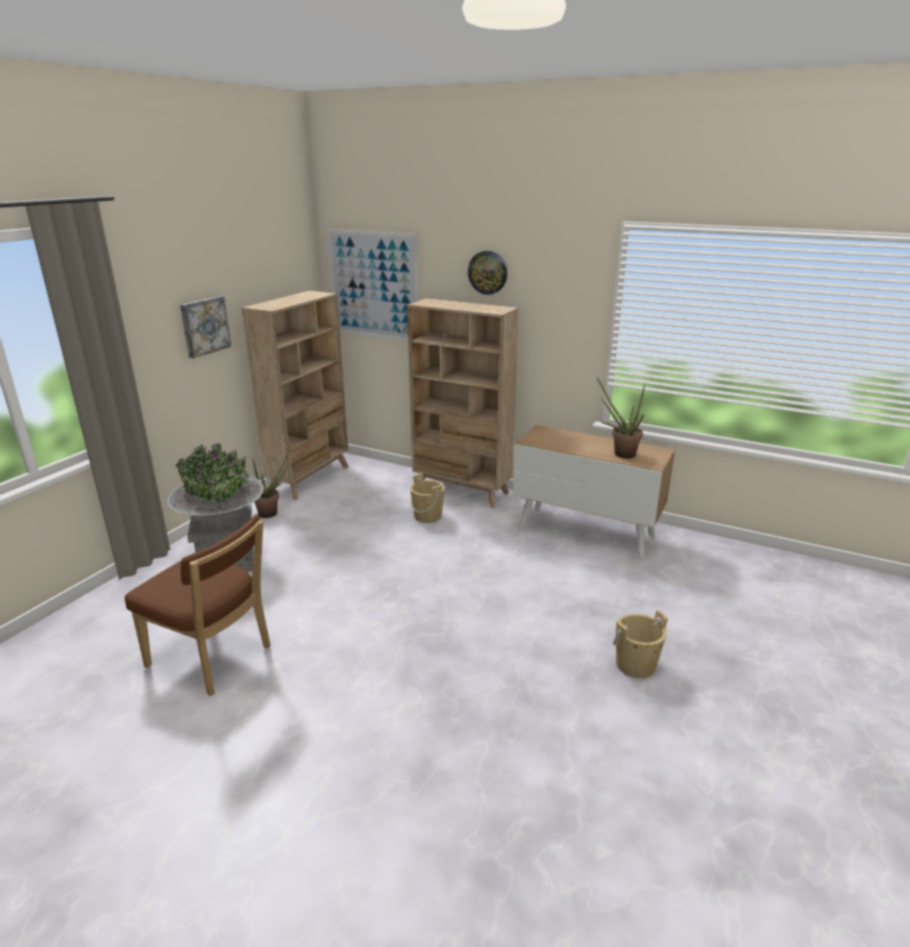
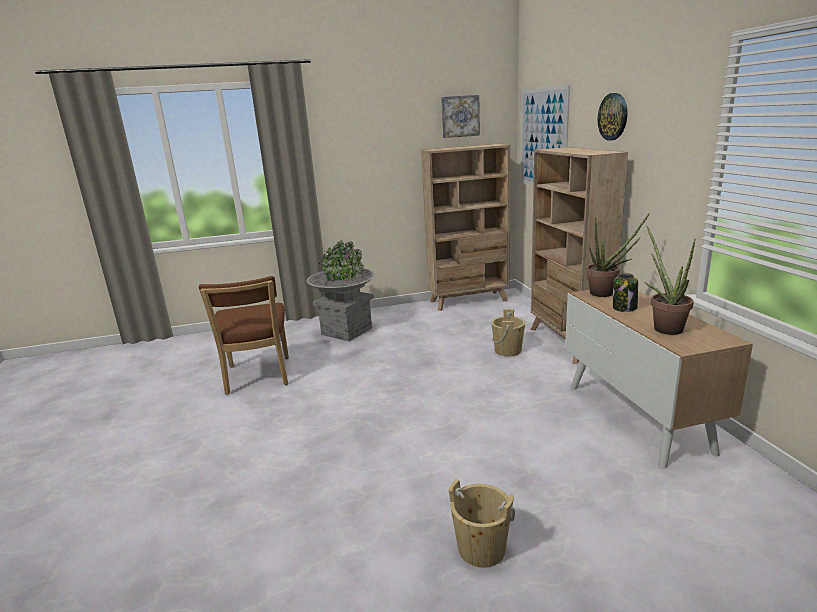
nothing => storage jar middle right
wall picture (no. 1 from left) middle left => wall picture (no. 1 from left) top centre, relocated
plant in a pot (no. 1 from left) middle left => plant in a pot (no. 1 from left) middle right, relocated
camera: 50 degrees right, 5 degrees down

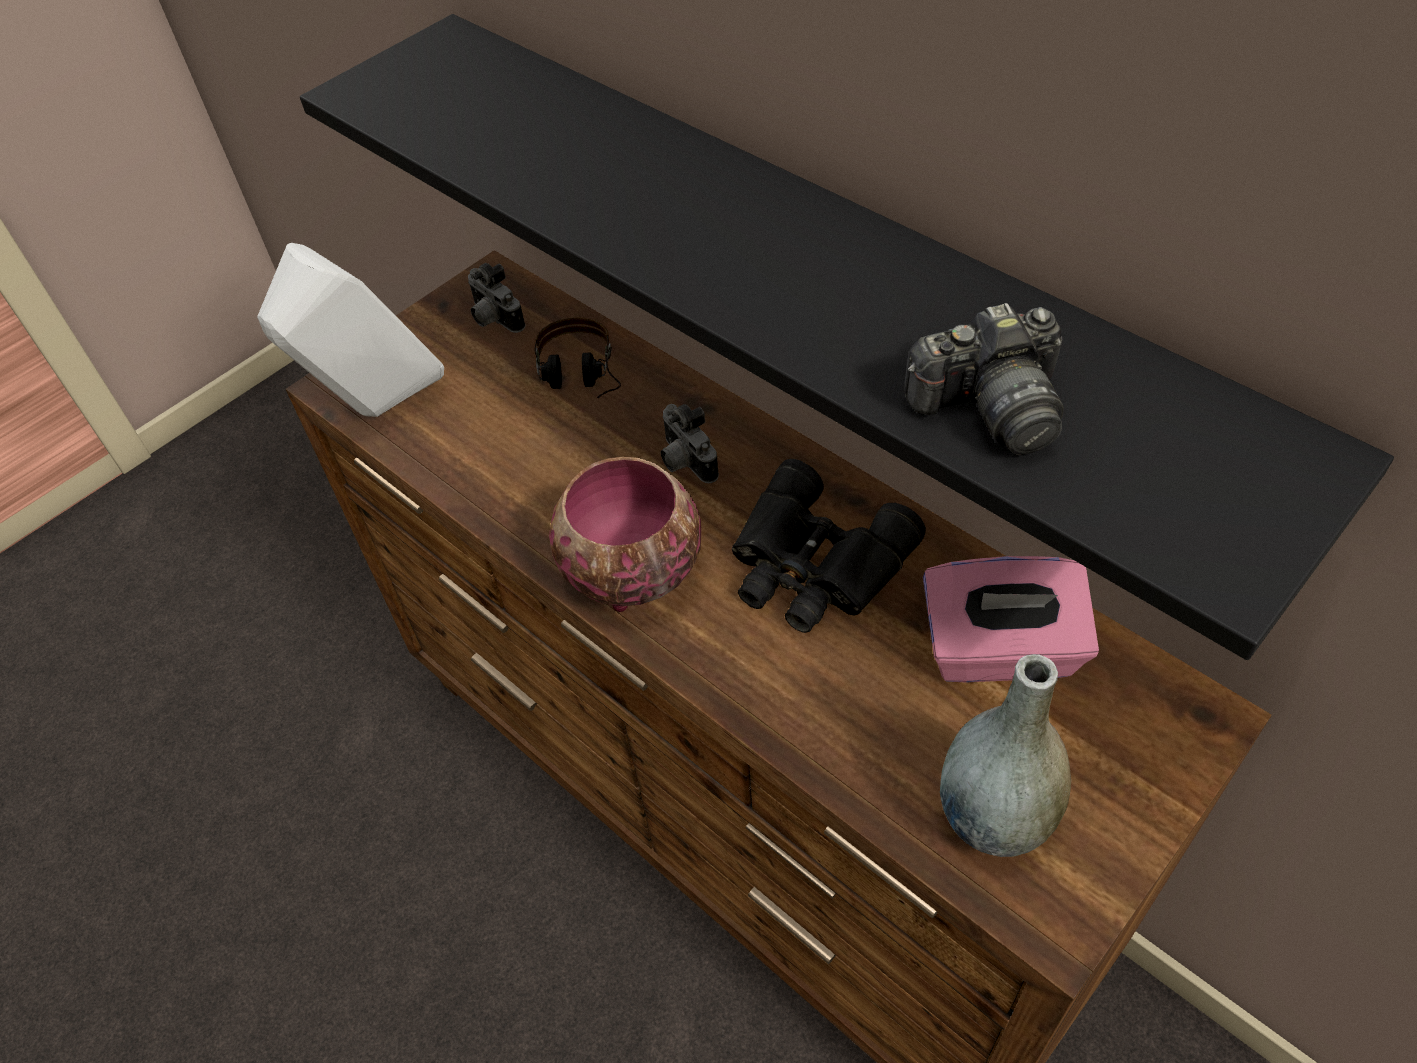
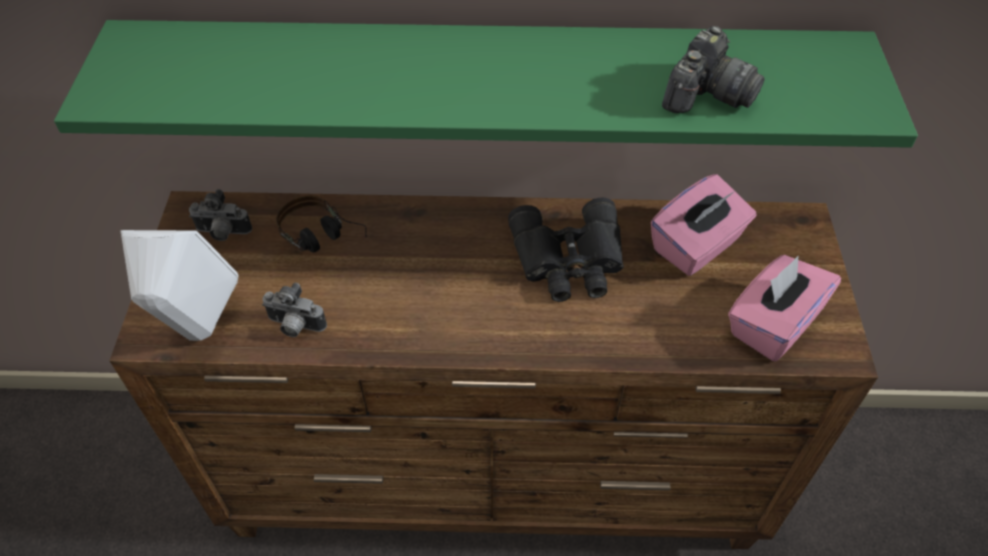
deep dish centre => nothing
still camera (no. 2 from left) centre => still camera (no. 2 from left) middle left, relocated
grey flower vase bottom right => pink tissue box (no. 2 from left) middle right
black bracket shelf top centre => green bracket shelf top centre
camera: 45 degrees left, 0 degrees up

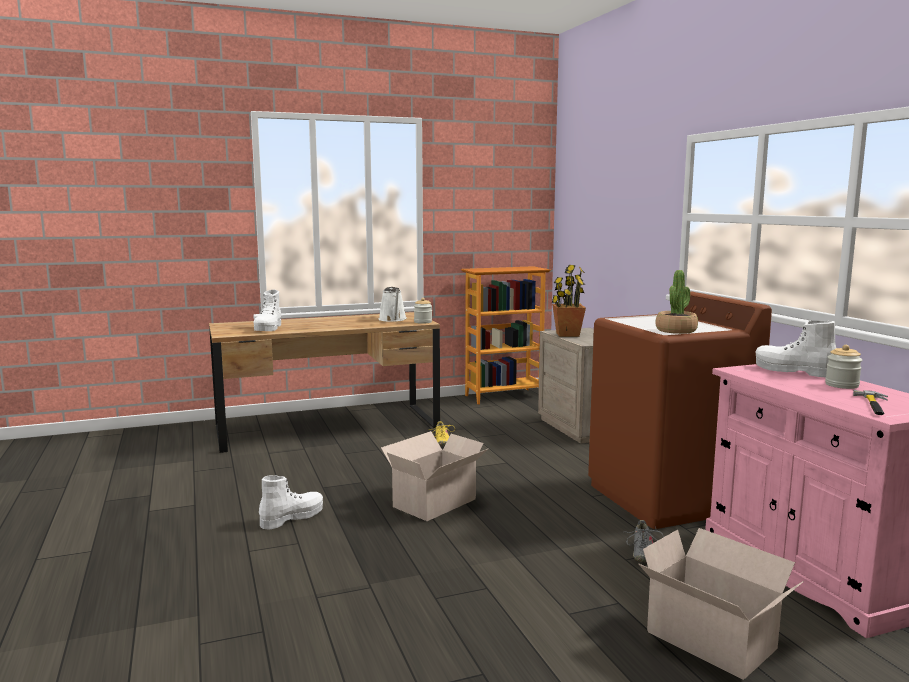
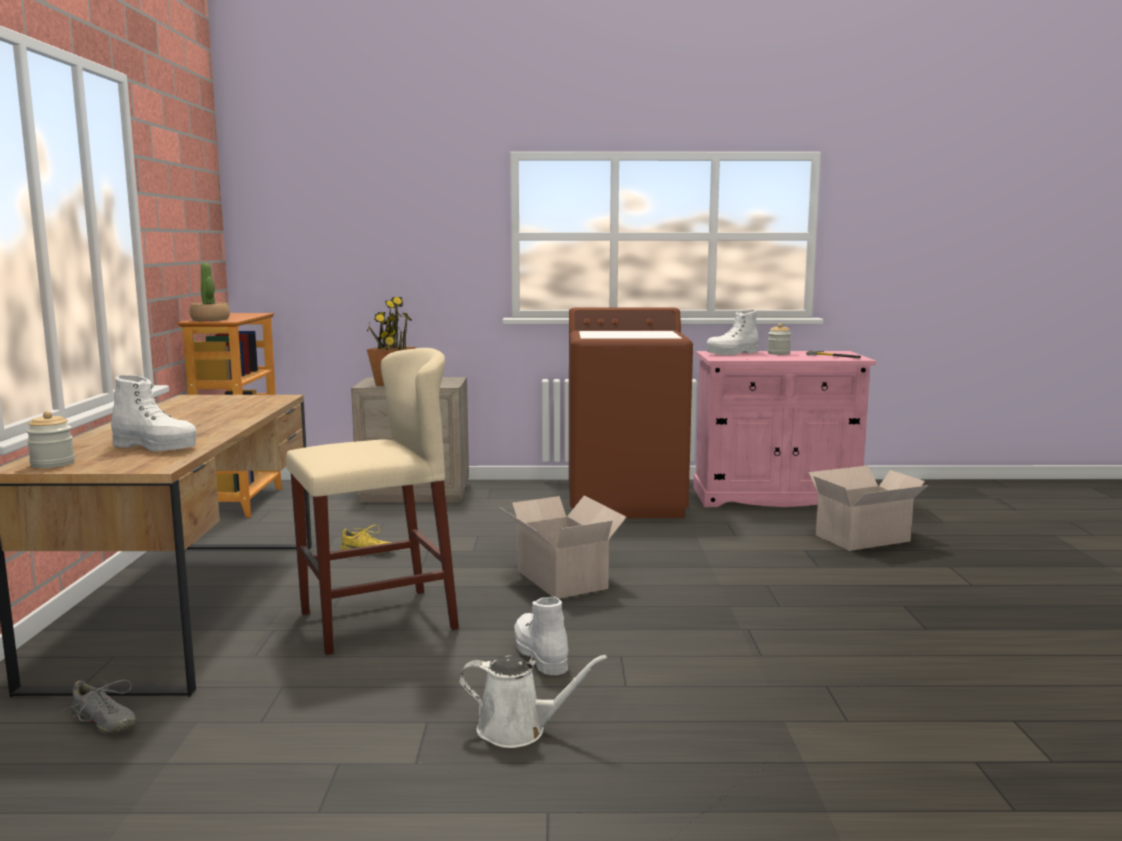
nothing => sand-coloured stool middle left
white watering can centre => white watering can bottom centre, relocated
storage jar (no. 1 from left) centre => storage jar (no. 1 from left) middle left, relocated
grey shoe bottom right => grey shoe bottom left, relocated
plant in a pot (no. 2 from left in the first image) middle right => plant in a pot (no. 1 from left) middle left, relocated
camera: 70 degrees left, 0 degrees up

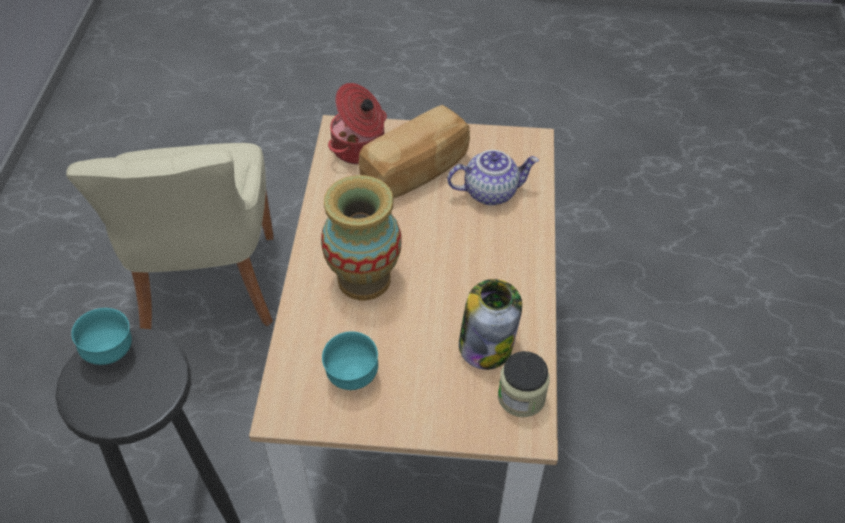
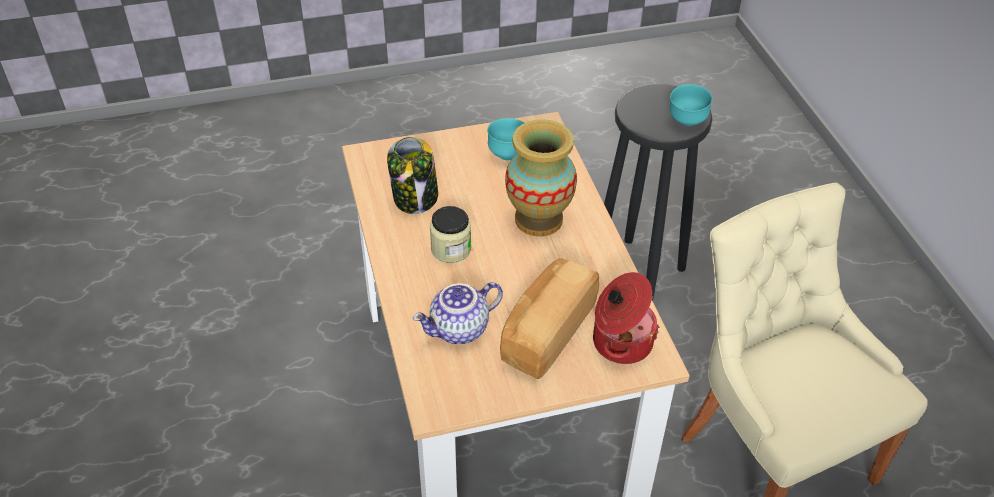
storage jar (no. 2 from left) bottom centre => storage jar (no. 2 from left) centre, relocated
camera: 160 degrees right, 5 degrees down

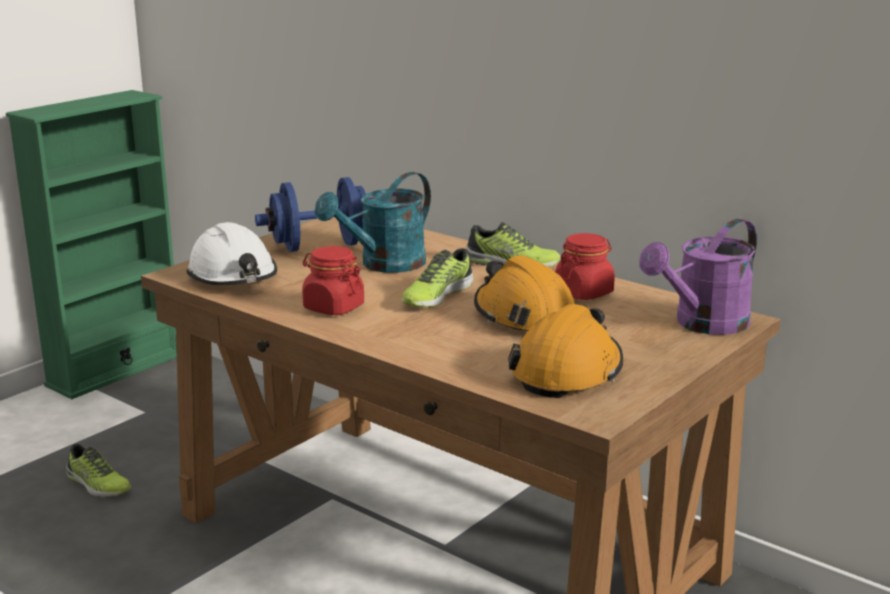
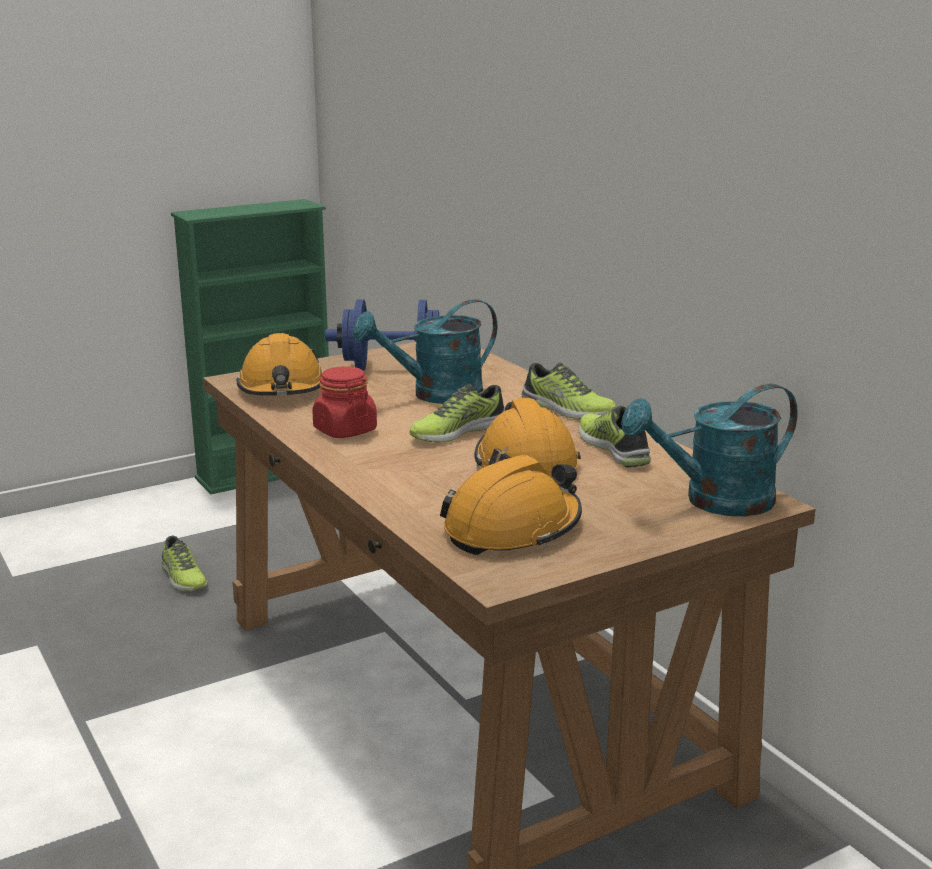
red-coloured storage jar (no. 2 from left) centre => shoe (no. 4 from left) centre
white hard hat middle left => orangey hard hat (no. 1 from left) middle left
purple-coloured watering can middle right => turquoise watering can (no. 2 from left) middle right
camera: 20 degrees right, 0 degrees up

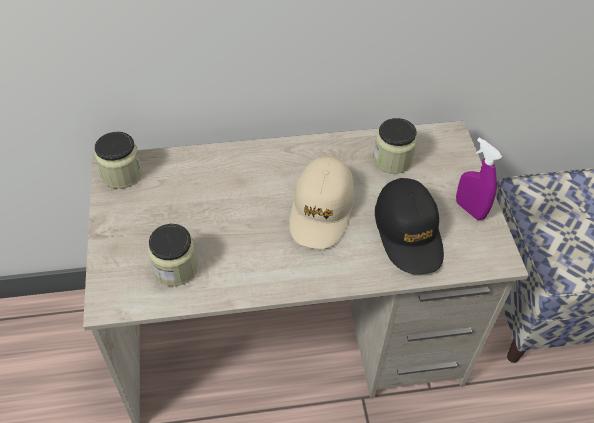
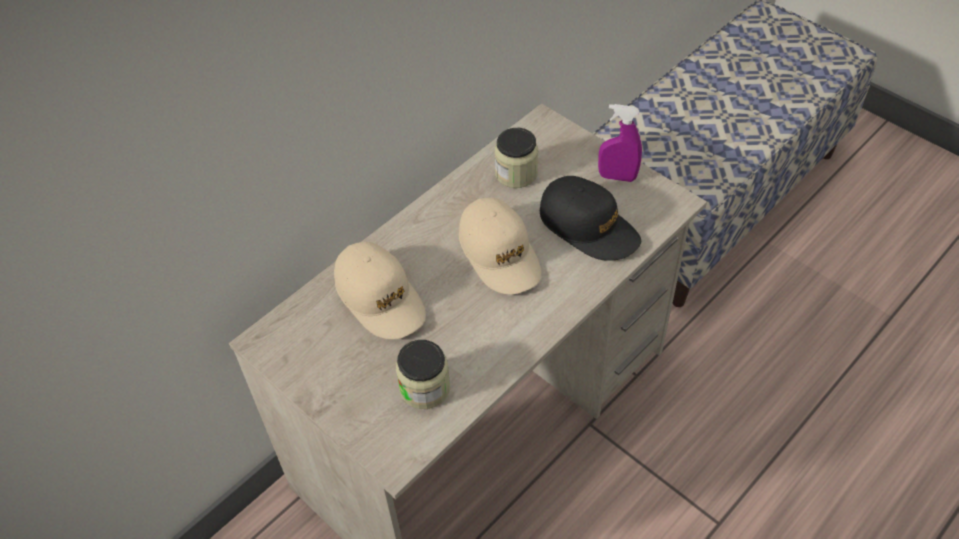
storage jar (no. 1 from left) middle left => nothing
nothing => sand-coloured cap (no. 1 from left) centre
camera: 35 degrees left, 0 degrees up

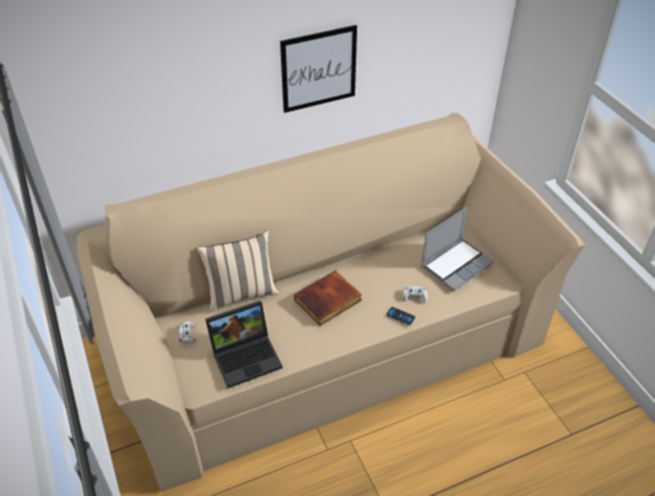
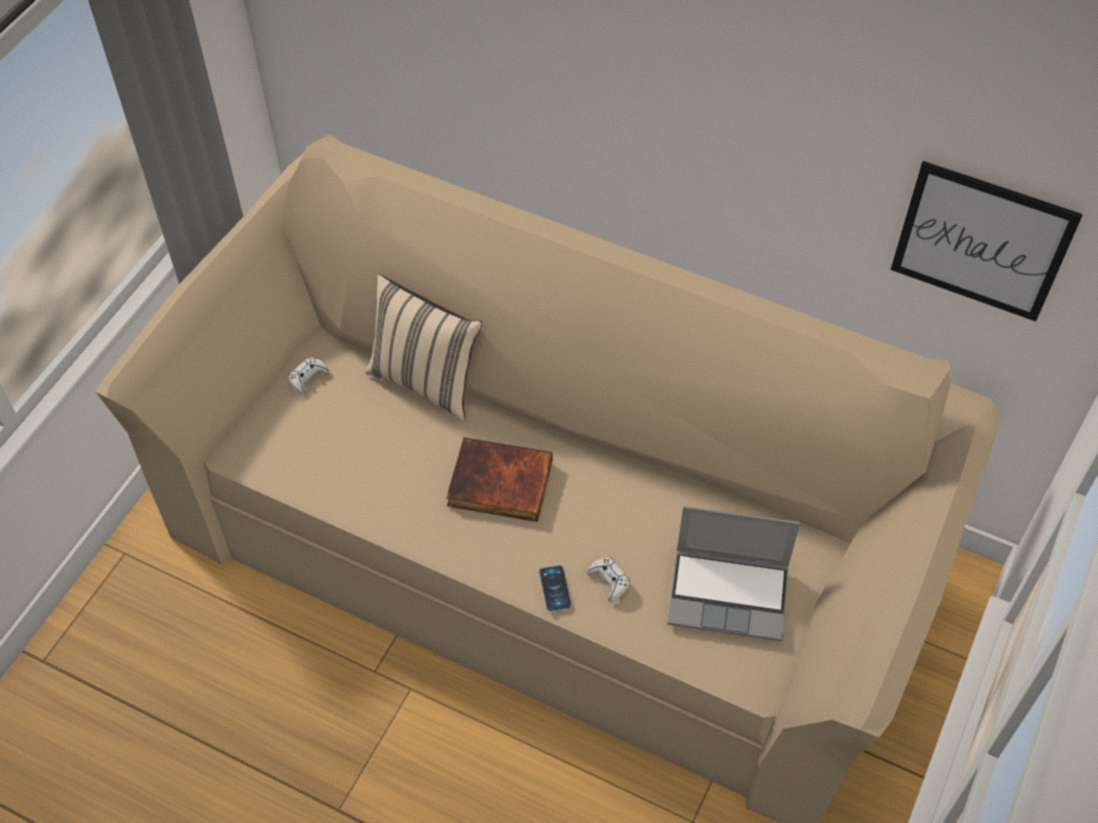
laptop (no. 1 from left) bottom centre => nothing
wall picture top centre => wall picture top right, relocated
camera: 50 degrees right, 10 degrees up

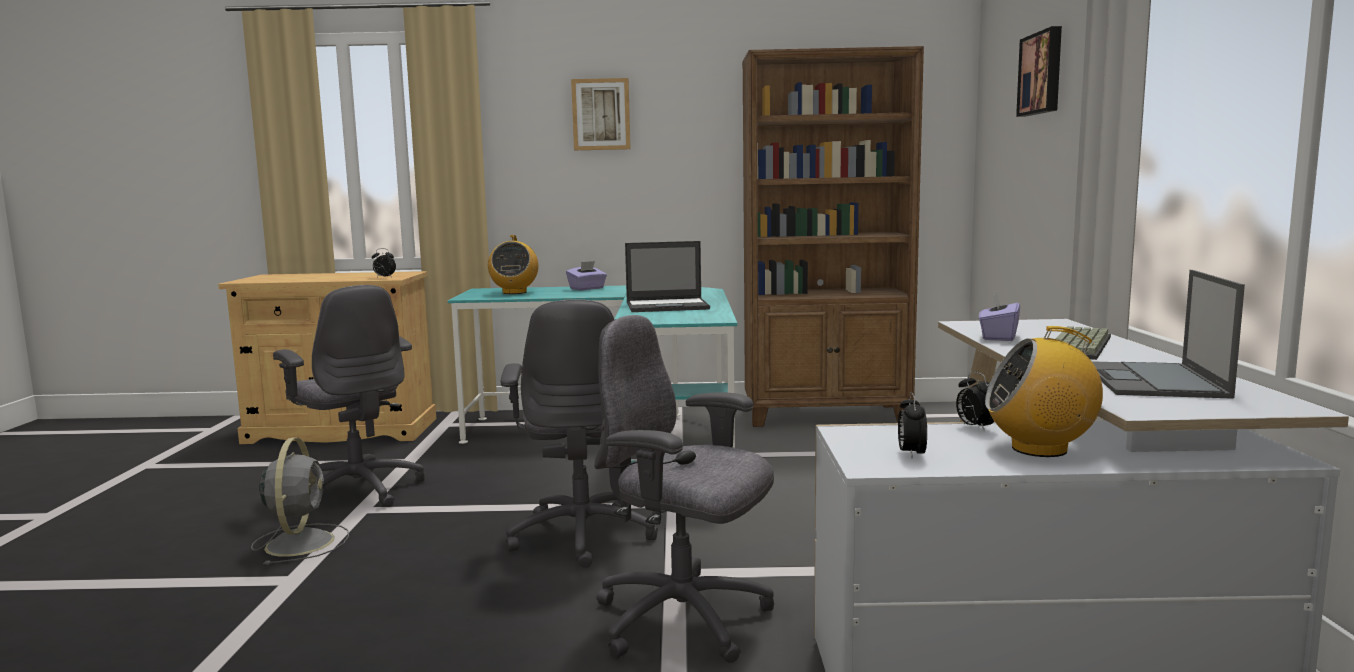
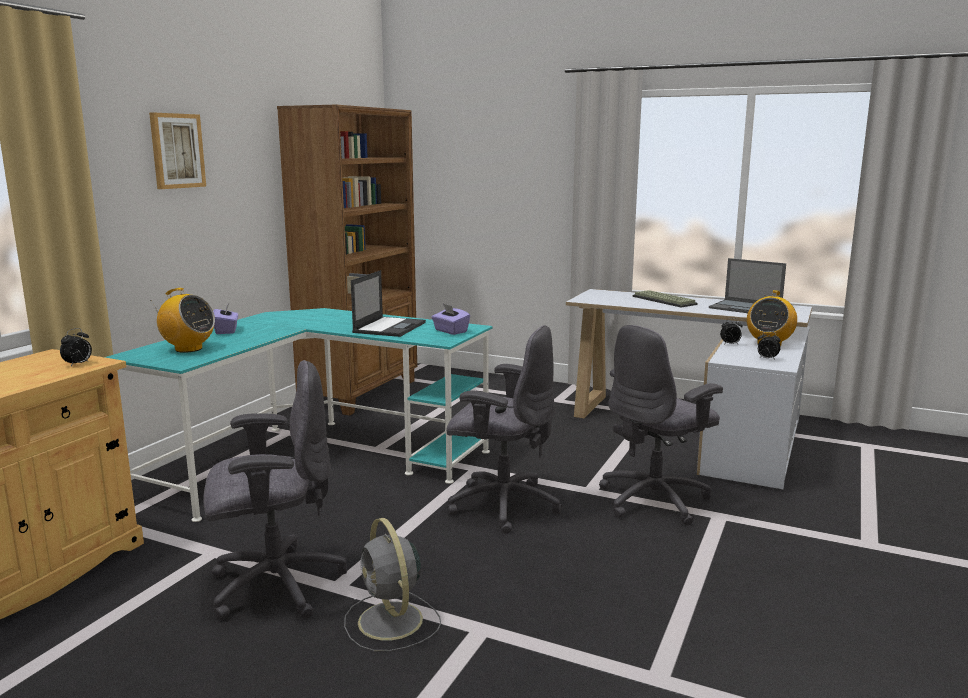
wall picture (no. 2 from left) top right => nothing
purple-coloured tissue box (no. 2 from left) middle right => purple-coloured tissue box (no. 2 from left) centre, relocated
grey electric fan bottom left => grey electric fan bottom centre, 135 degrees counterclockwise
camera: 65 degrees left, 5 degrees up

